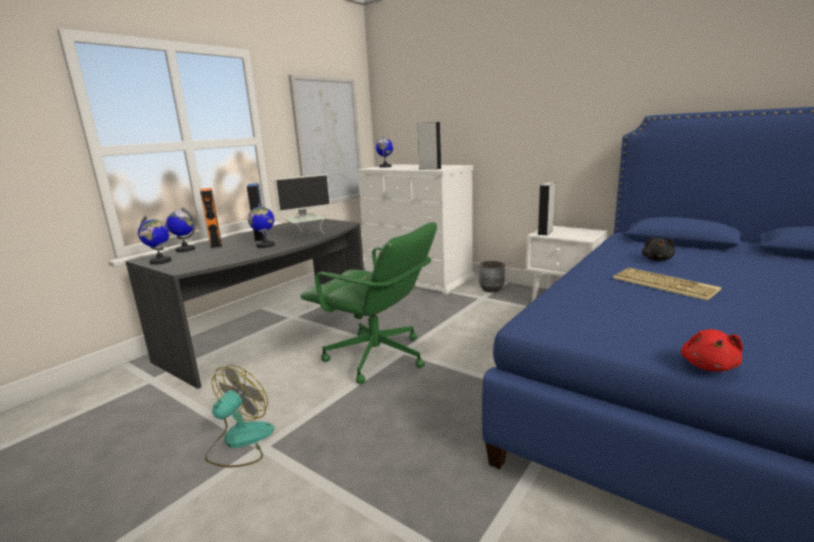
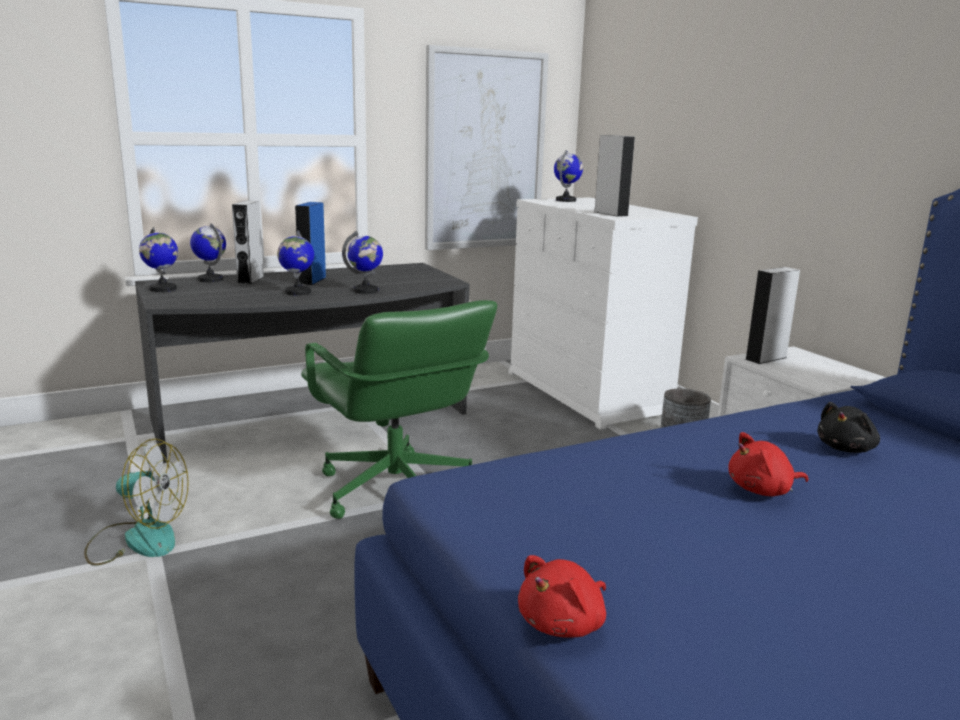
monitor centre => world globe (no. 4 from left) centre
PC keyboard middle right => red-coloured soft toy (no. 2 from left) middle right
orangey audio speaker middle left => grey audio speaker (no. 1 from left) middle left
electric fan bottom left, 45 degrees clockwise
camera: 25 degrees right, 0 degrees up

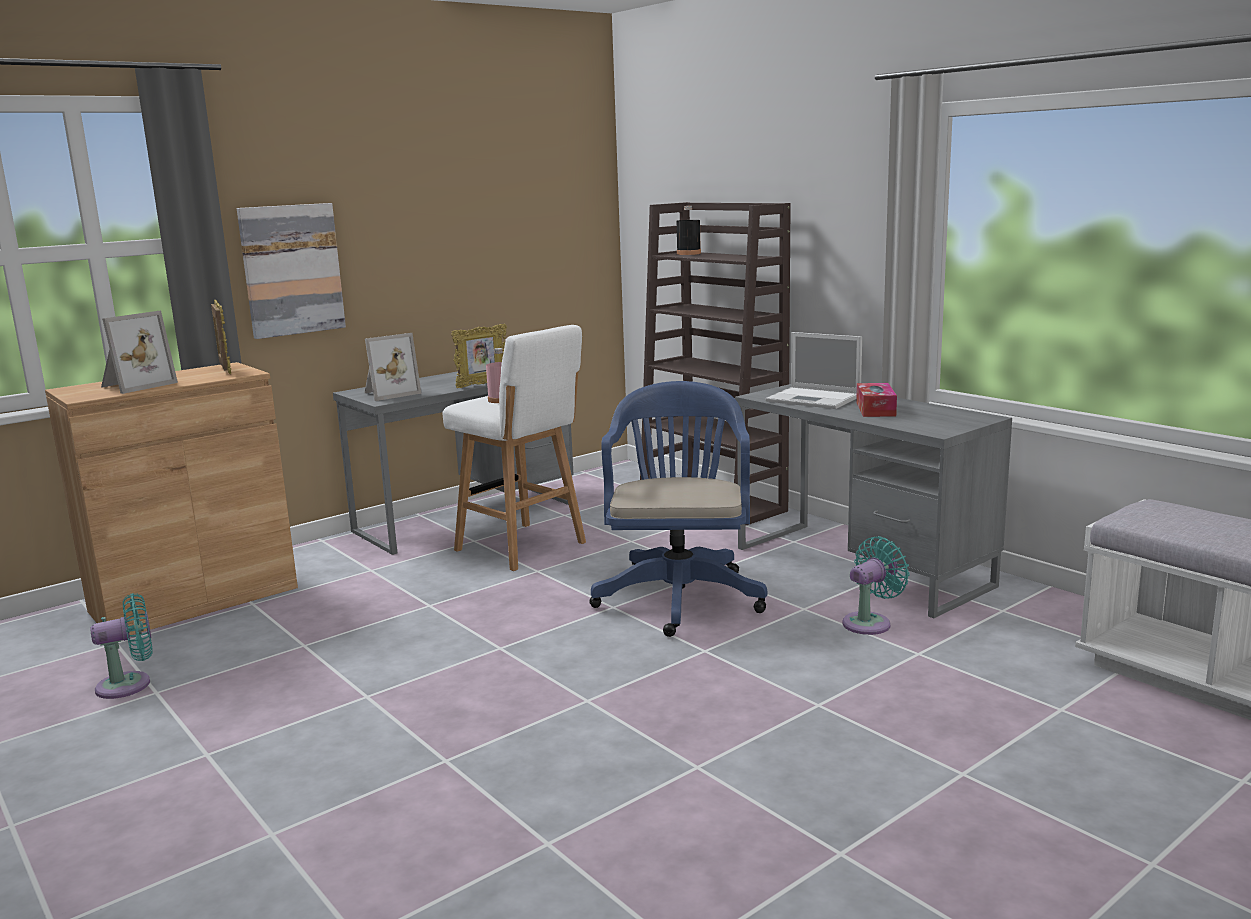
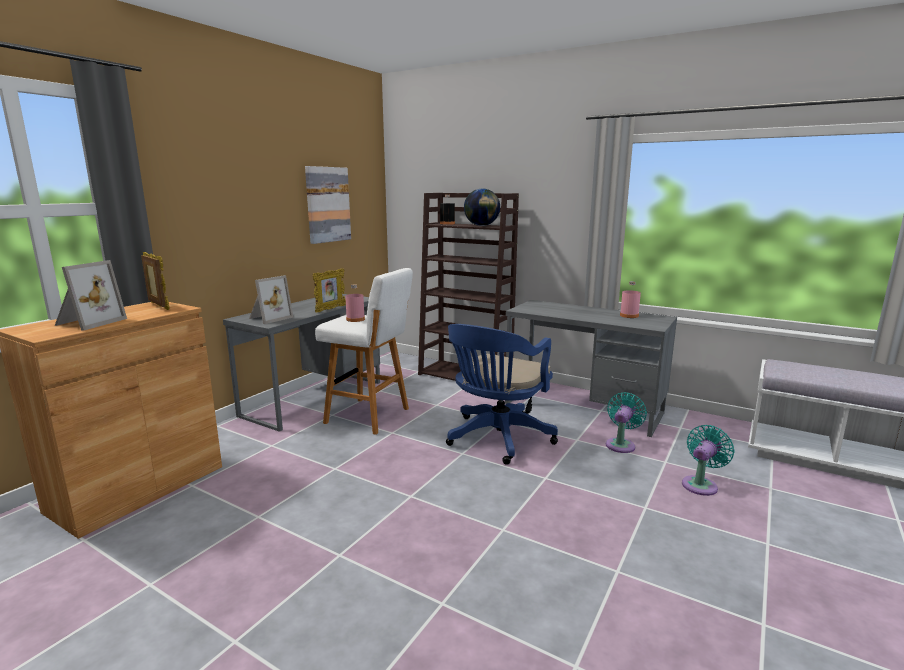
laptop centre => nothing
tissue box middle right => nothing
nothing => world globe top centre
nothing => pink beverage bottle (no. 2 from left) middle right
turquoise electric fan (no. 1 from left in the first image) bottom left => turquoise electric fan (no. 2 from left) bottom right, relocated
wall picture top left => wall picture top centre, relocated
bluish office chair centre, 135 degrees counterclockwise
camera: 20 degrees left, 0 degrees up

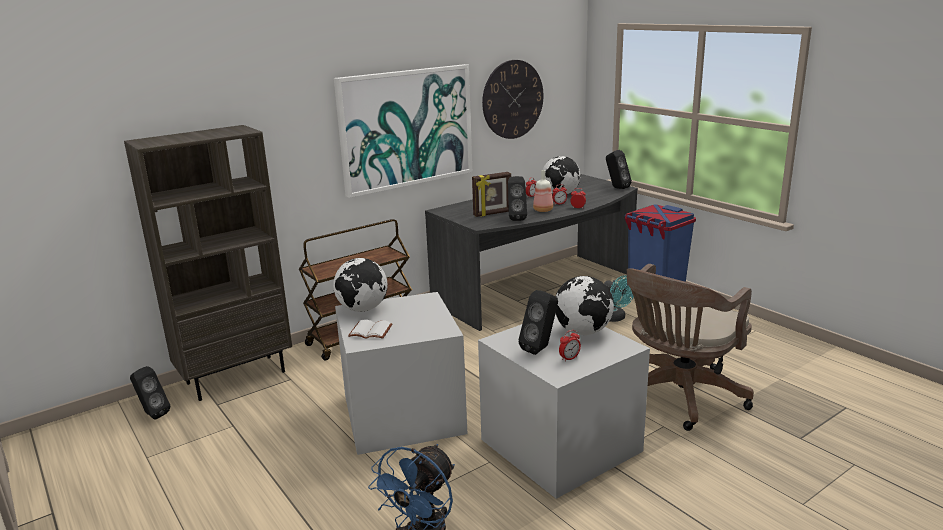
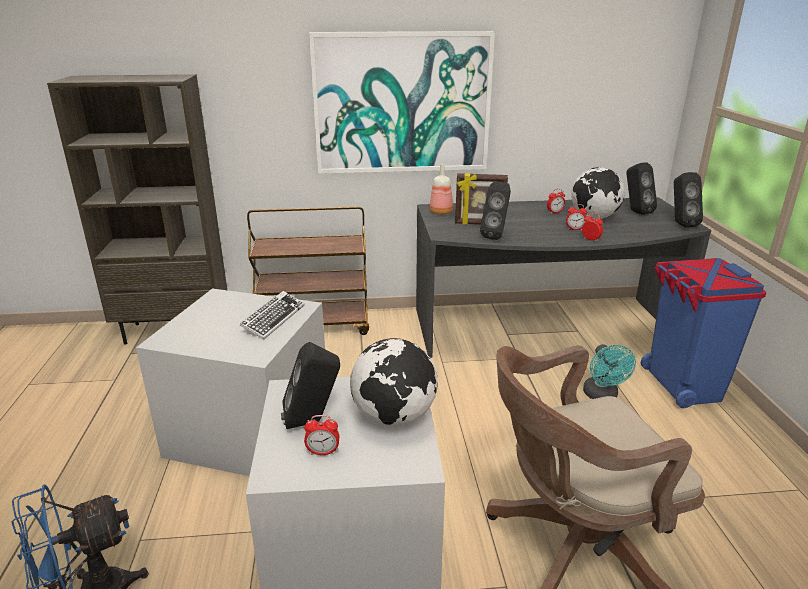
world globe (no. 1 from left) centre => nothing
white bound book centre => nothing
clock on the wall top centre => nothing
nothing => PC keyboard centre
black audio speaker (no. 1 from left in the first image) bottom left => black audio speaker (no. 3 from left) top right, relocated
beverage bottle centre => beverage bottle top centre, relocated
camera: 30 degrees right, 5 degrees up

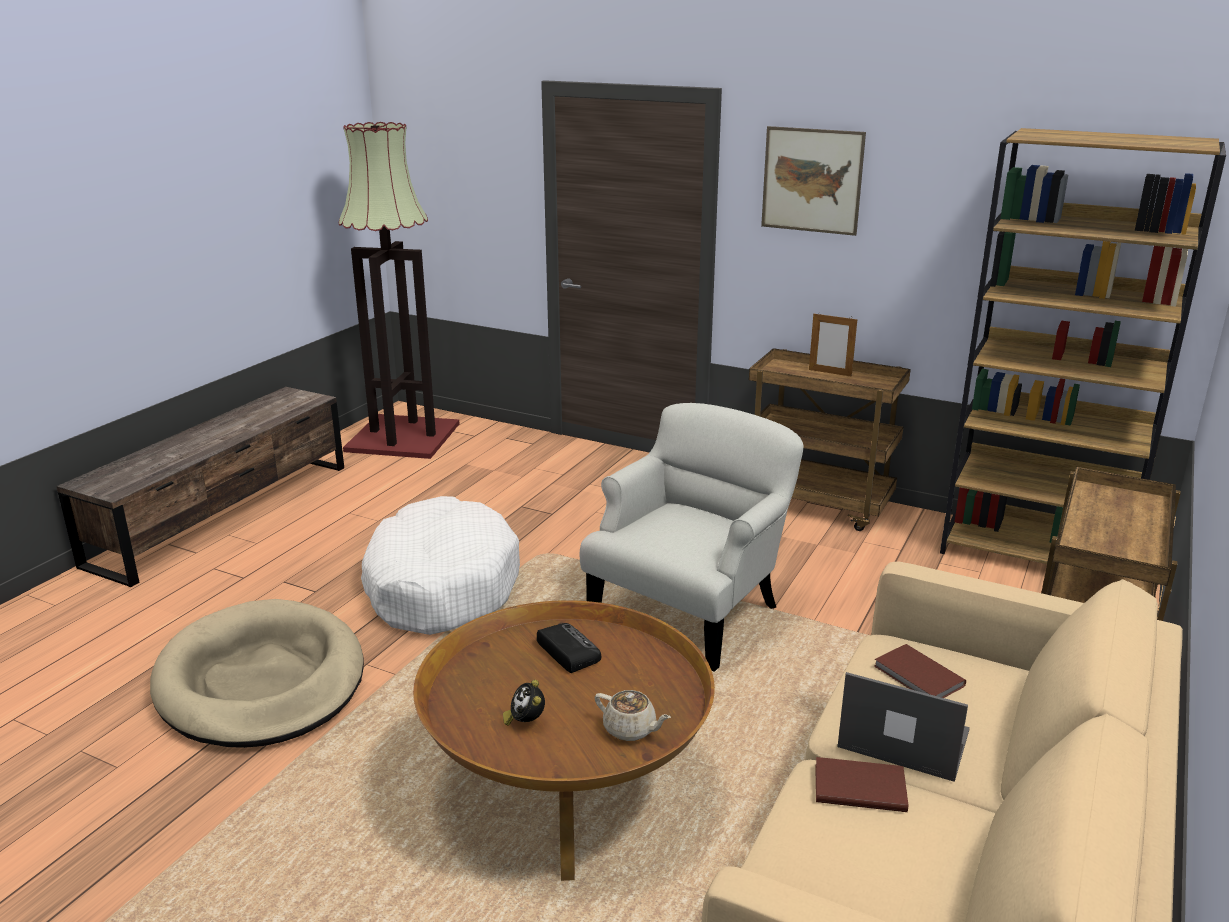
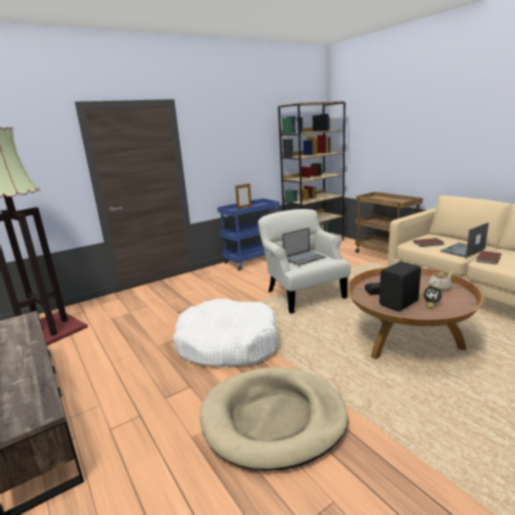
wall picture top centre => nothing
nothing => laptop (no. 1 from left) centre
nothing => black audio speaker middle right
brown-coloured cart (no. 1 from left) middle right => bluish cart centre
camera: 60 degrees left, 5 degrees down

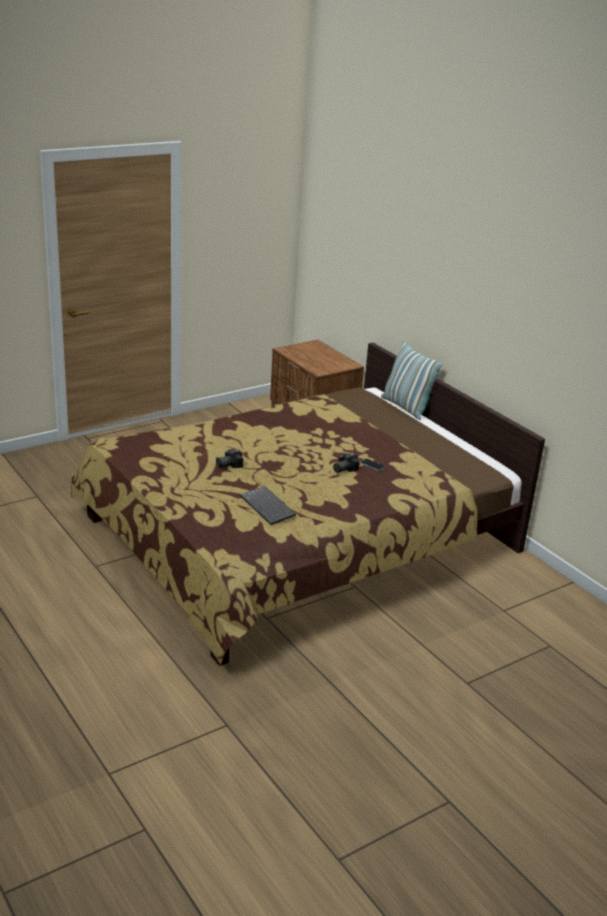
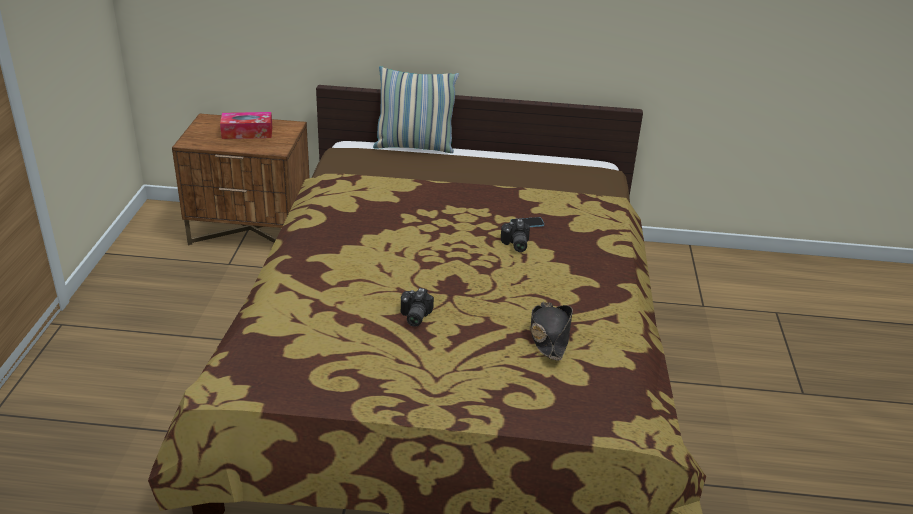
nothing => tissue box top left
PC keyboard centre => black wearable hat centre
camera: 50 degrees left, 5 degrees up

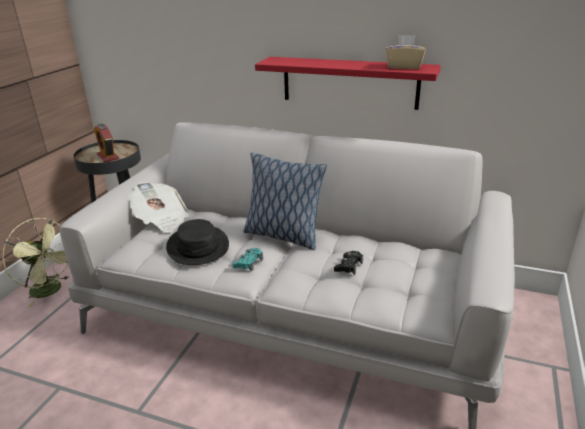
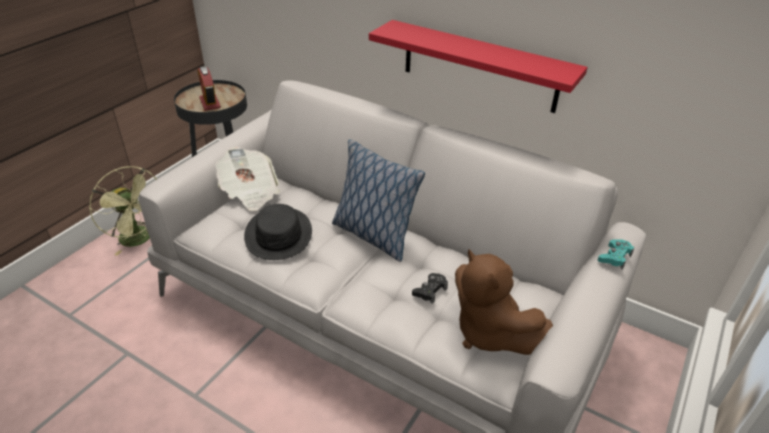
sand-coloured tissue box top right => nothing
nothing => brown-coloured soft toy bottom centre
turquoise gamepad centre => turquoise gamepad middle right, relocated
camera: 10 degrees right, 10 degrees up

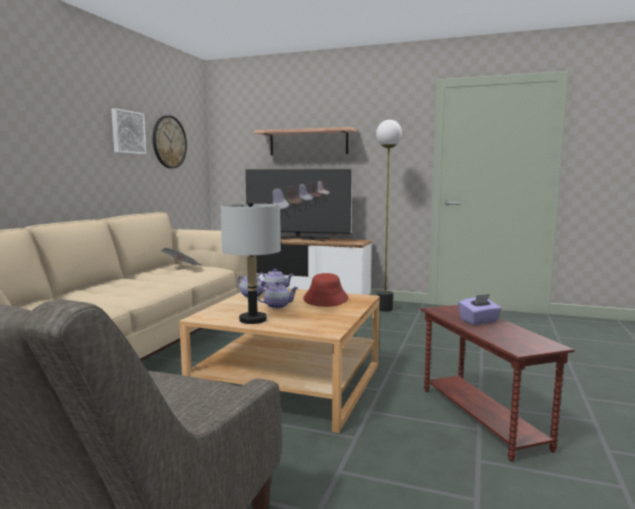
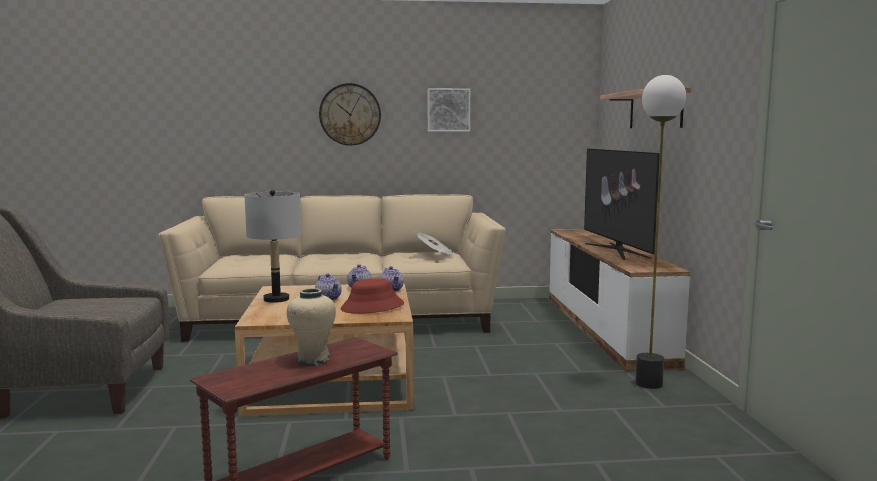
clock on the wall top left => clock on the wall top centre, relocated
purple-coloured tissue box middle right => sand-coloured flower vase bottom centre
camera: 65 degrees right, 0 degrees up

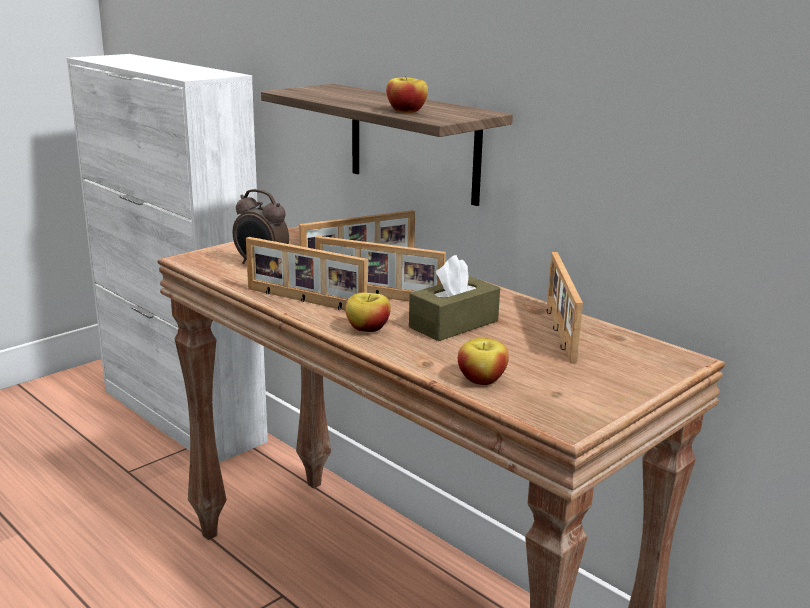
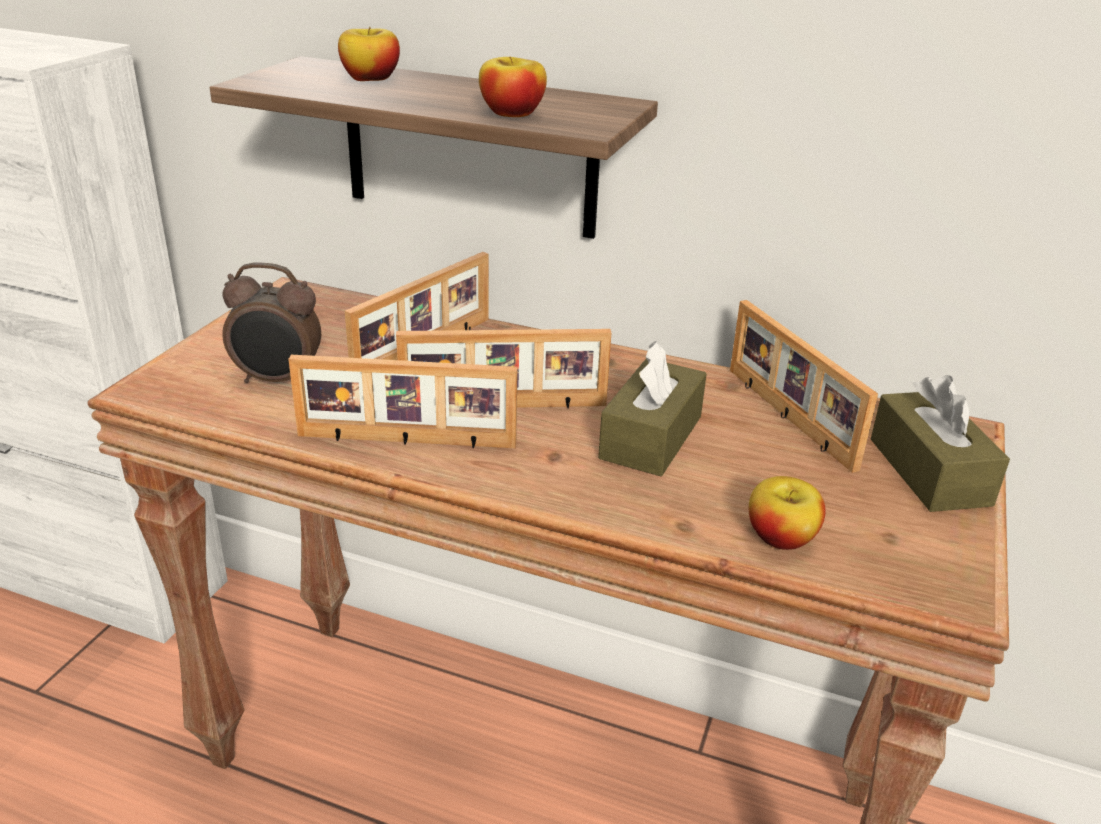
nothing => brown-coloured tissue box (no. 2 from left) middle right
apple (no. 1 from left) centre => apple (no. 1 from left) top centre, relocated
camera: 25 degrees left, 10 degrees up

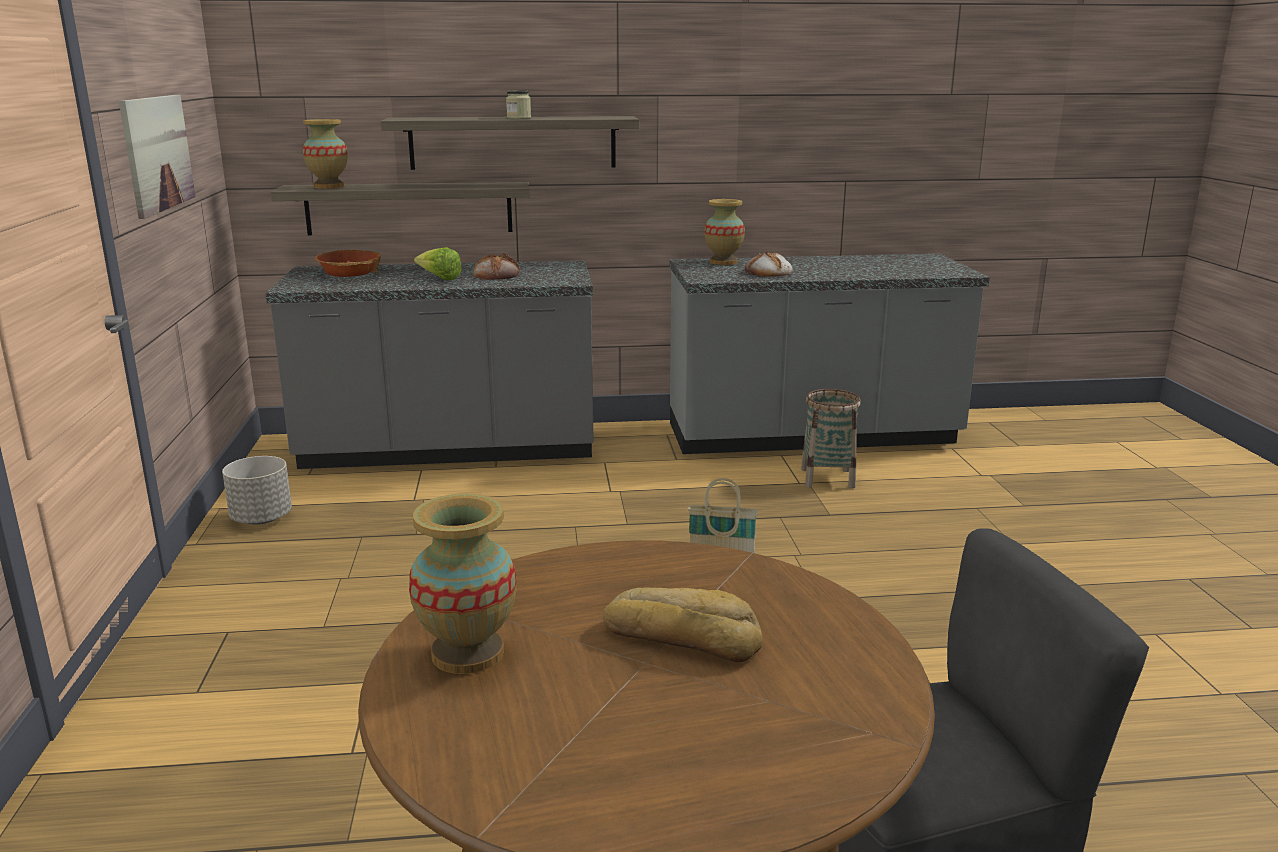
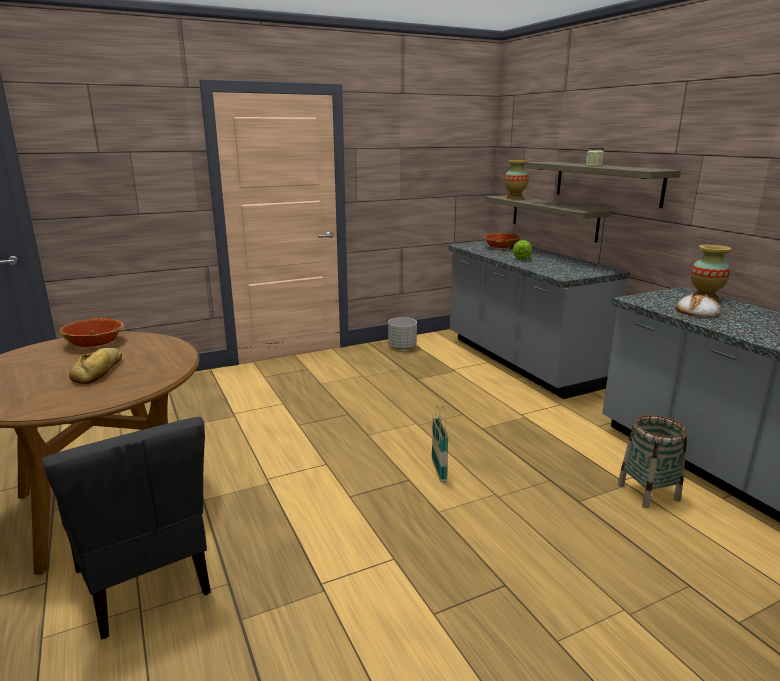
wall picture top left => nothing
bread (no. 1 from left) top centre => nothing
flower vase (no. 2 from left) bottom centre => deep dish (no. 1 from left) middle left
camera: 70 degrees right, 0 degrees up

